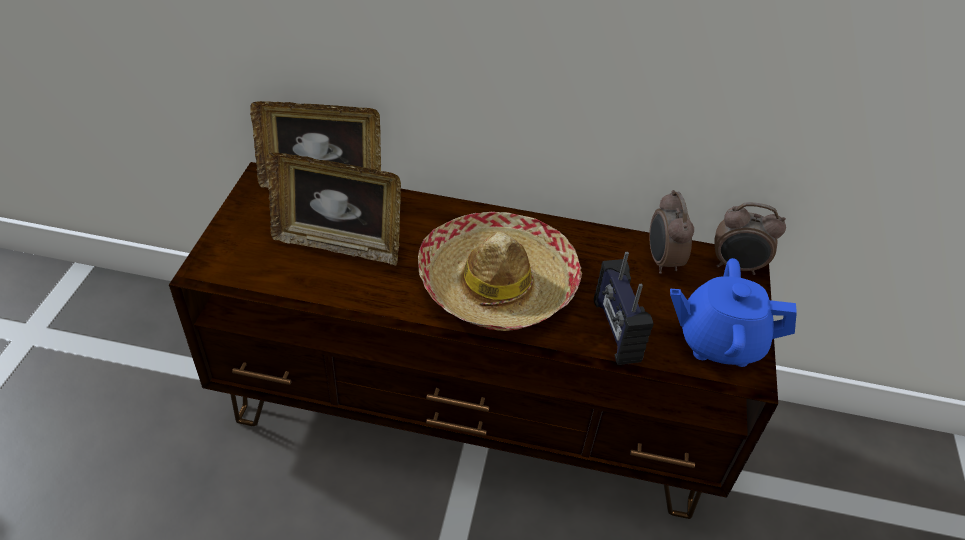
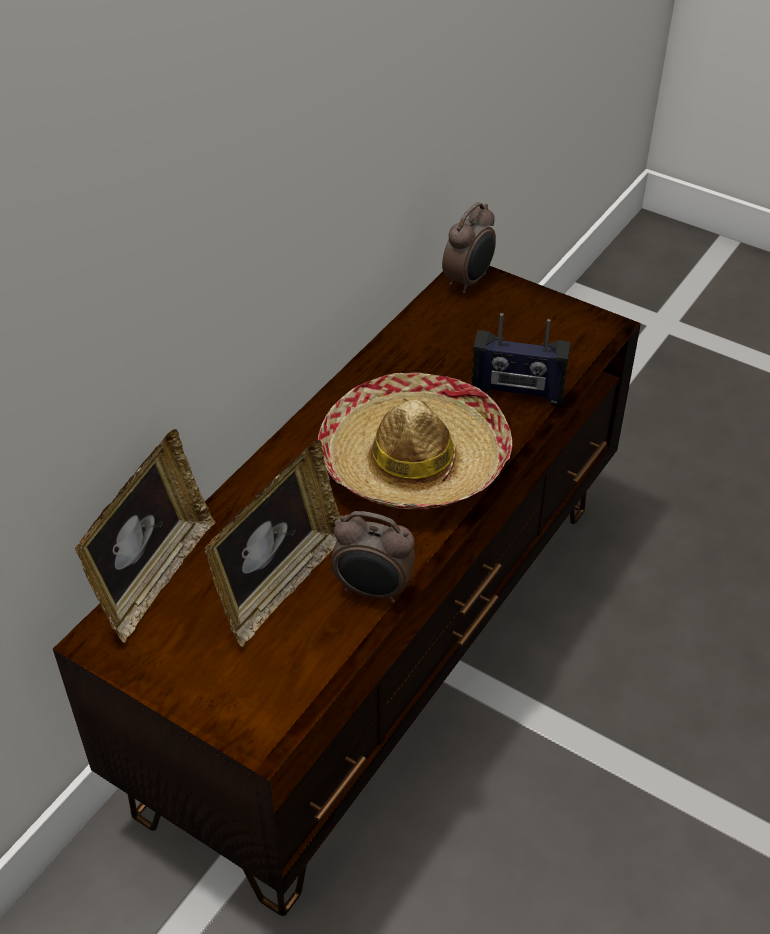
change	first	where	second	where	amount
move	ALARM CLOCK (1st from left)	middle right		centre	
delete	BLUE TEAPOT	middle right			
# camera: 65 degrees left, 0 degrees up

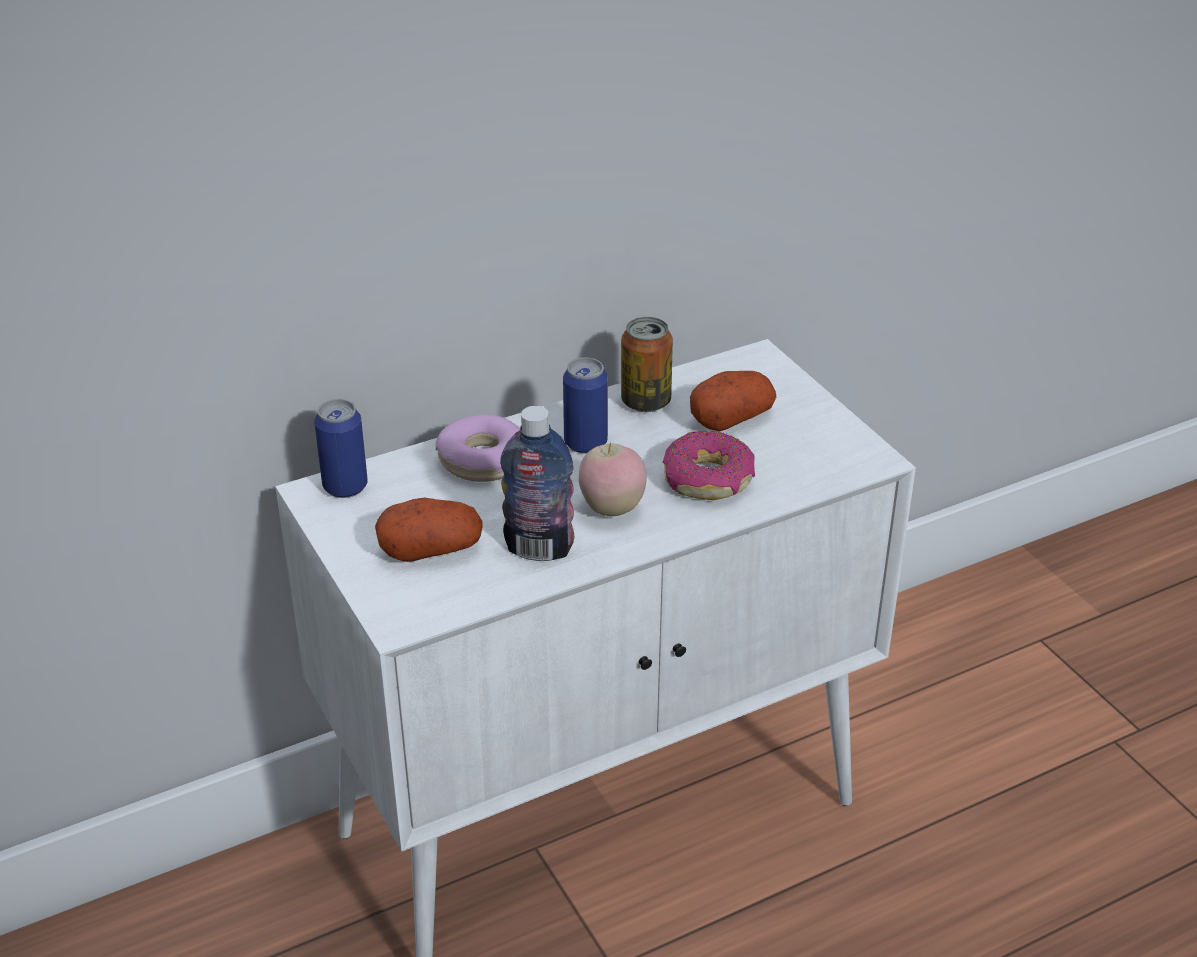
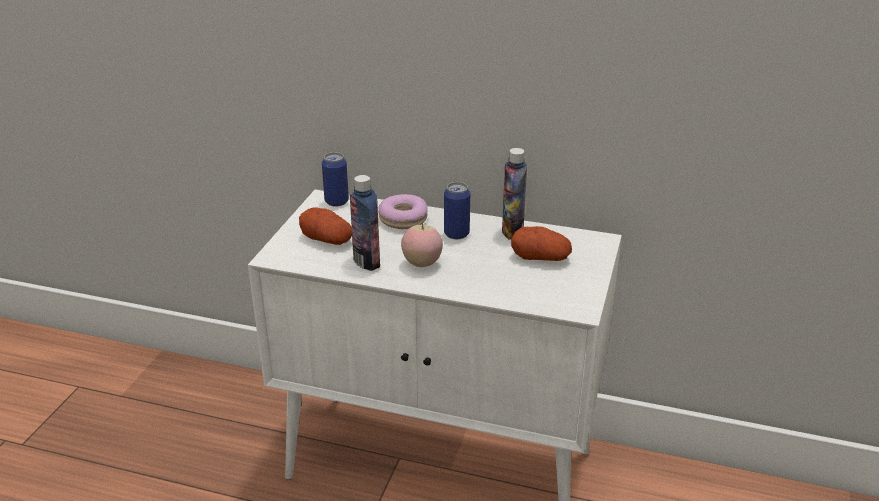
change	first	where	second	where	amount
replace	CAN (3rd from left)	centre	BOTTLE (2nd from left)	centre	
delete	DONUT (2nd from left)	centre			
# camera: 45 degrees right, 5 degrees down

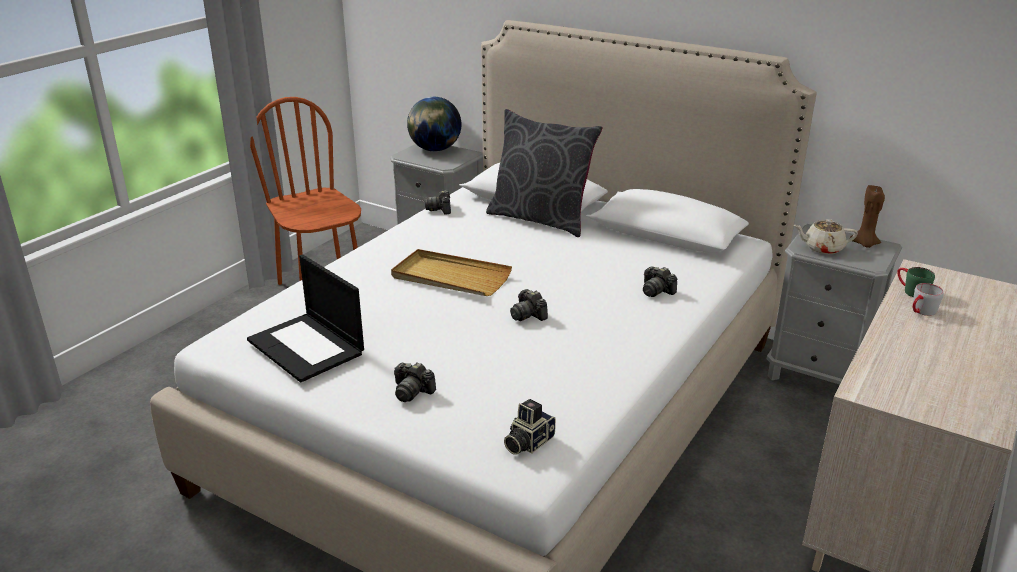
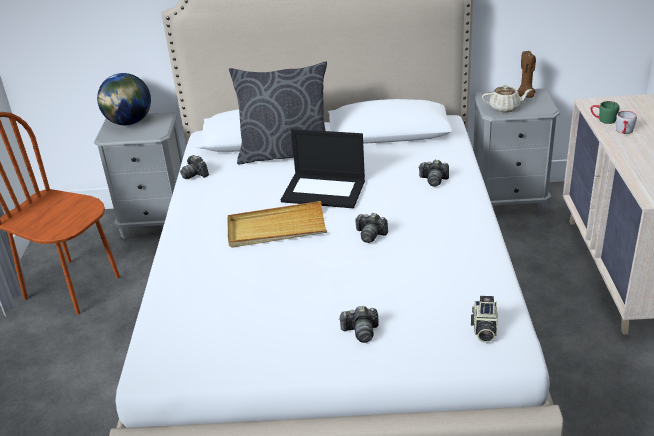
change	first	where	second	where	amount
rotate	BEIGE TEAPOT	middle right		top right	150 degrees counterclockwise
move	LAPTOP	middle left		centre	
# camera: 30 degrees left, 5 degrees up

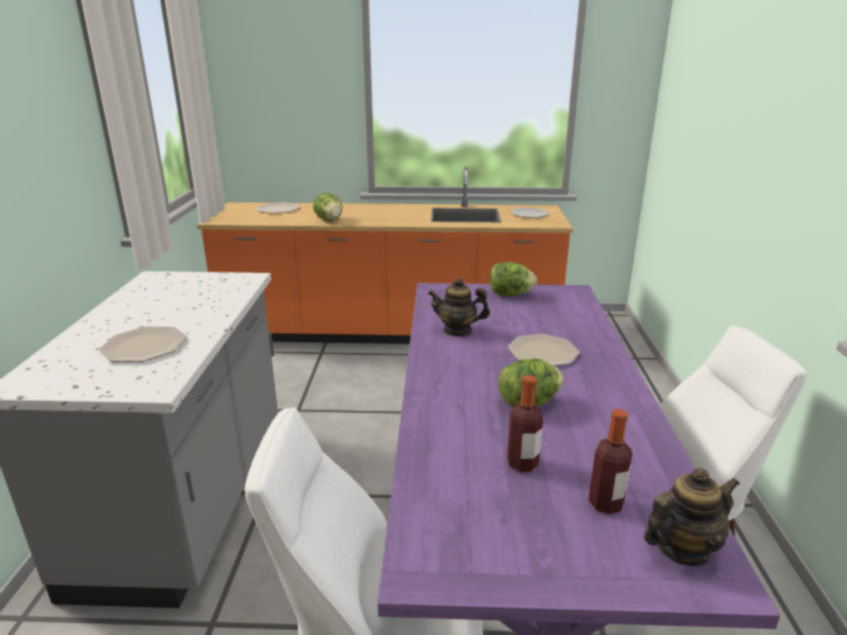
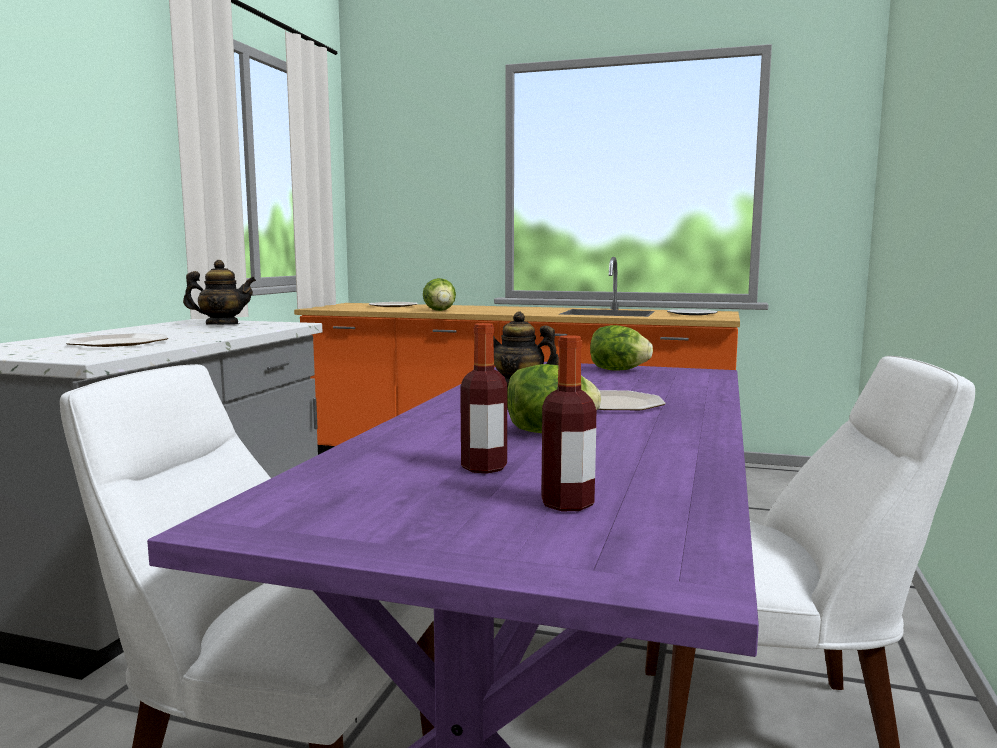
change	first	where	second	where	amount
move	TEAPOT (2nd from left in the first image)	bottom right	TEAPOT (1st from left)	middle left	
# camera: 15 degrees right, 15 degrees down

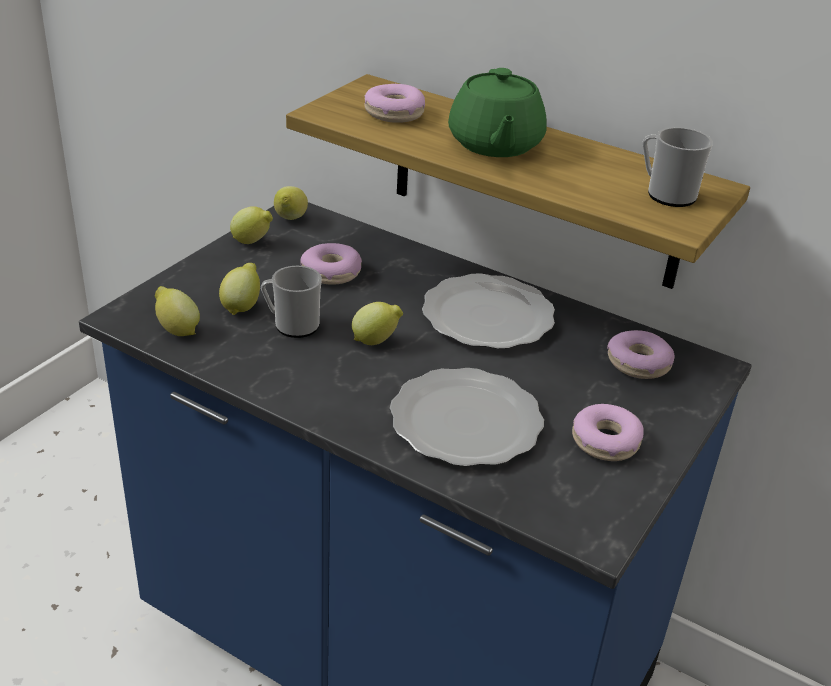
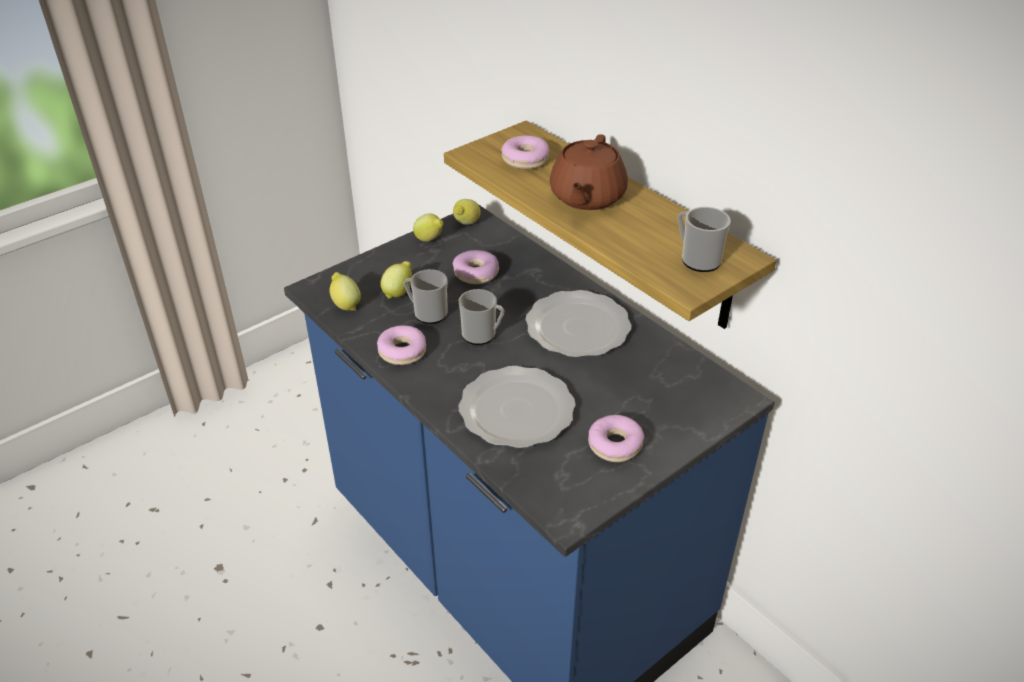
change	first	where	second	where	amount
recolor	GREEN TEAPOT	top centre	BROWN TEAPOT	top centre	
replace	LEMON (5th from left)	centre	MUG (2nd from left)	centre	
move	DONUT (4th from left in the first image)	middle right	DONUT (1st from left)	centre	
# camera: 20 degrees right, 5 degrees up

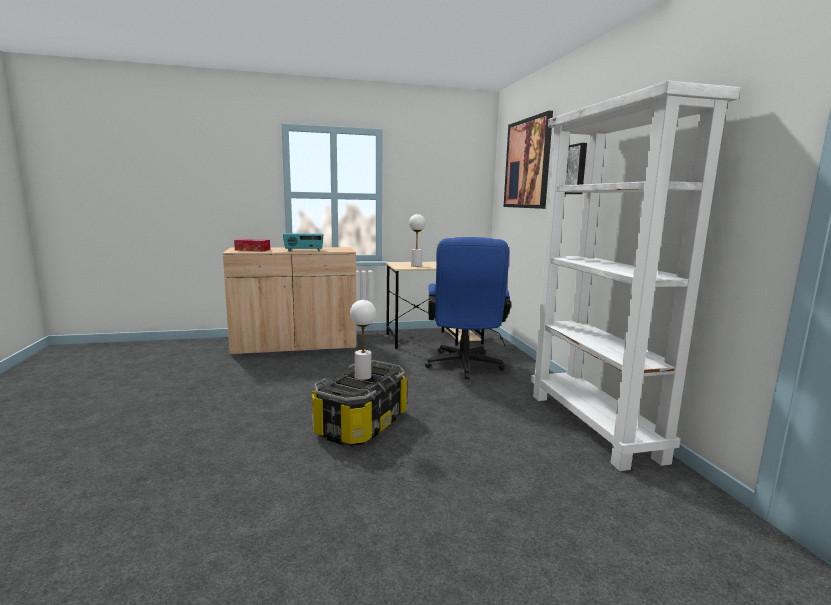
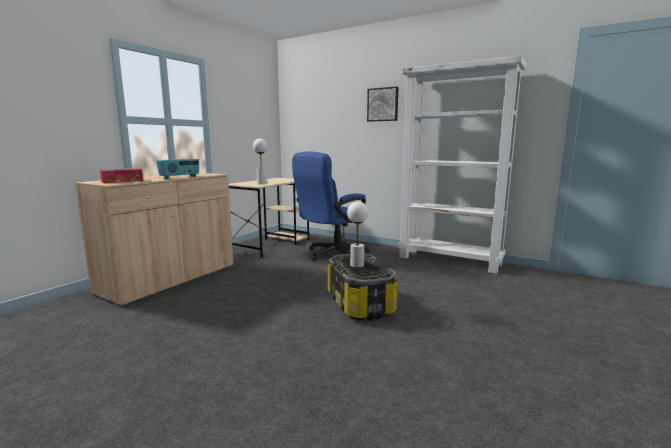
change	first	where	second	where	amount
delete	PICTURE (1st from left)	top centre			
rotate	BLUE OFFICE CHAIR	centre		centre	90 degrees clockwise
# camera: 45 degrees left, 0 degrees up

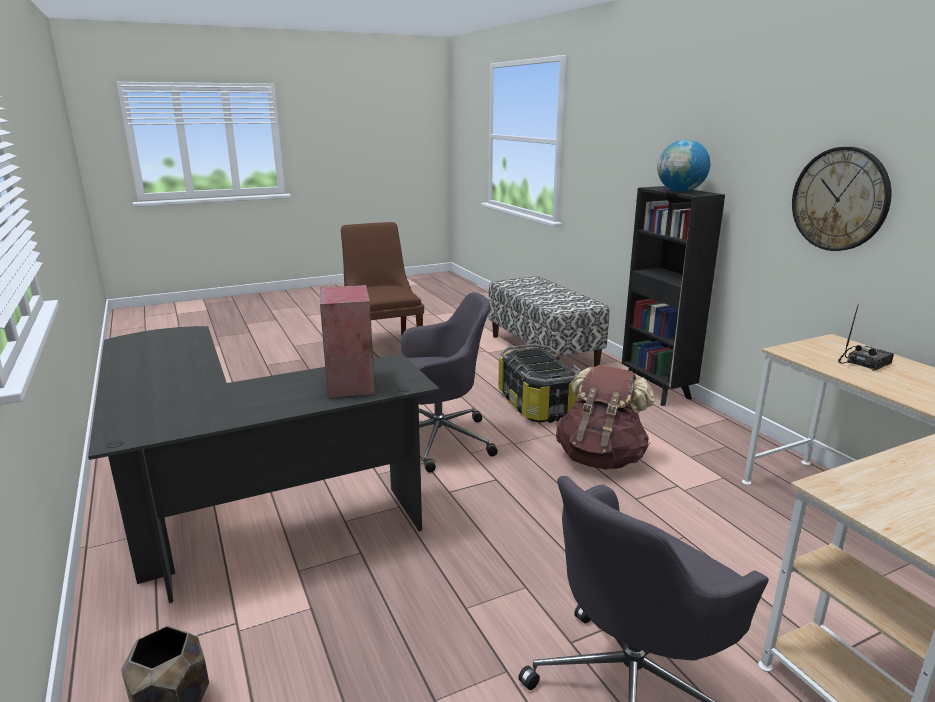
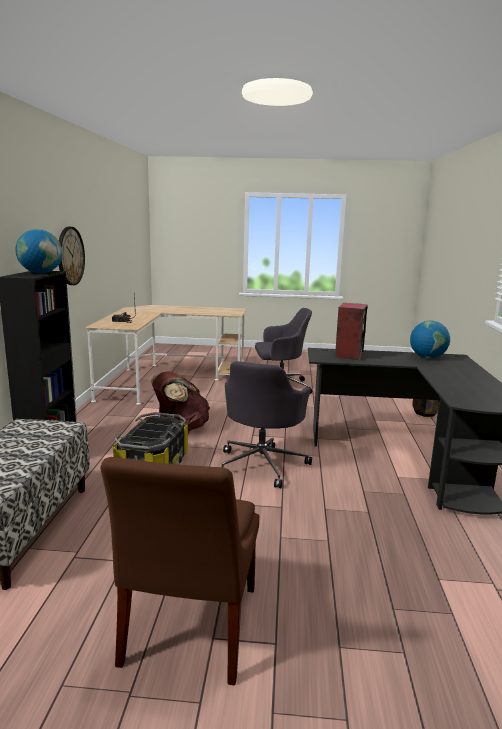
change	first	where	second	where	amount
rotate	GREY OFFICE CHAIR (1st from left)	centre		centre	90 degrees counterclockwise
insert			GLOBE (2nd from left)	middle right	
# camera: 150 degrees left, 5 degrees down

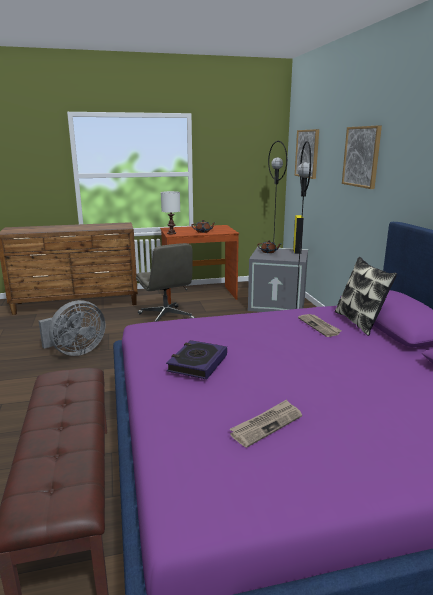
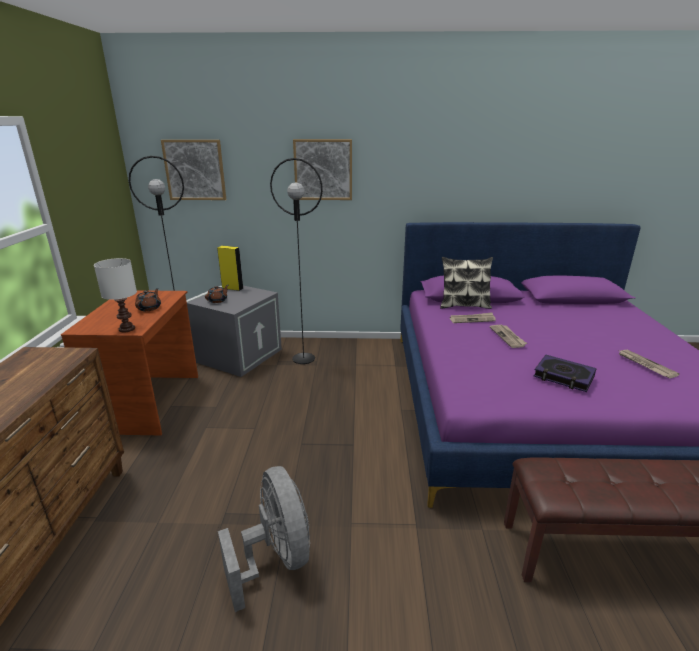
change	first	where	second	where	amount
delete	GREY OFFICE CHAIR	centre			
insert			NEWSPAPER (2nd from left)	middle right	
# camera: 75 degrees left, 5 degrees up

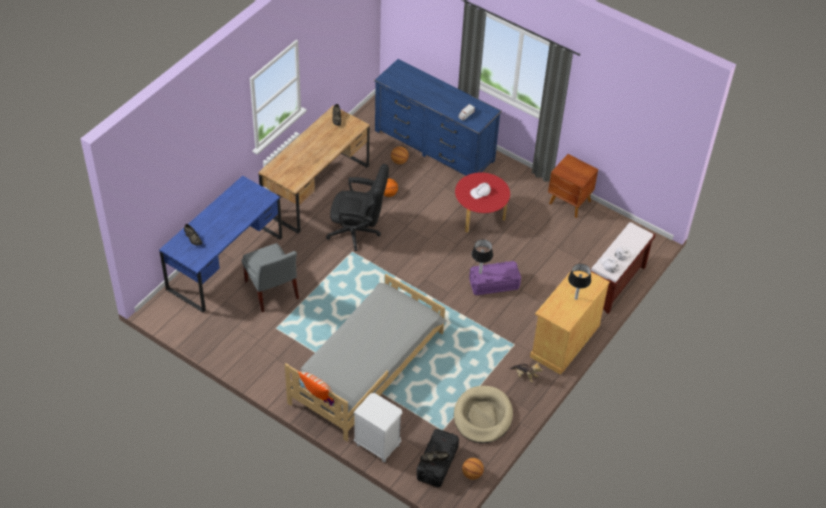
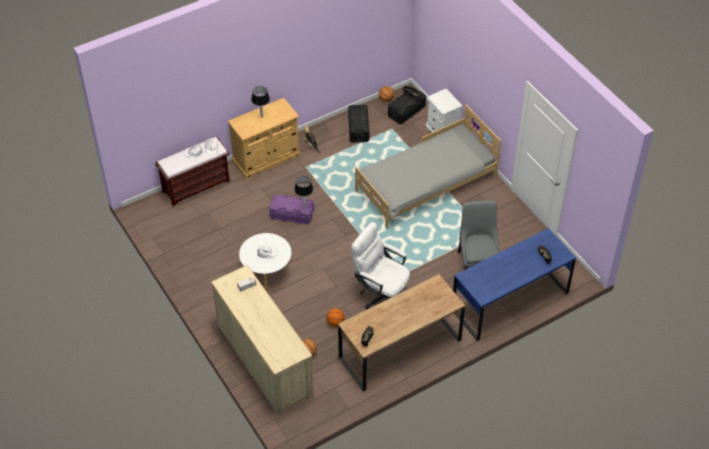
change	first	where	second	where	amount
recolor	BLUE DRESSER	top centre	BEIGE DRESSER	bottom centre	
delete	BROWN NIGHTSTAND	middle right			
recolor	BLACK OFFICE CHAIR	centre	WHITE OFFICE CHAIR	centre	
recolor	RED COFFEE TABLE	centre	WHITE COFFEE TABLE	centre	
delete	PILLOW	bottom centre			
replace	BEIGE DOG BED	bottom centre	BLACK STORAGE BOX (1st from left)	top centre	
# camera: 155 degrees left, 0 degrees up

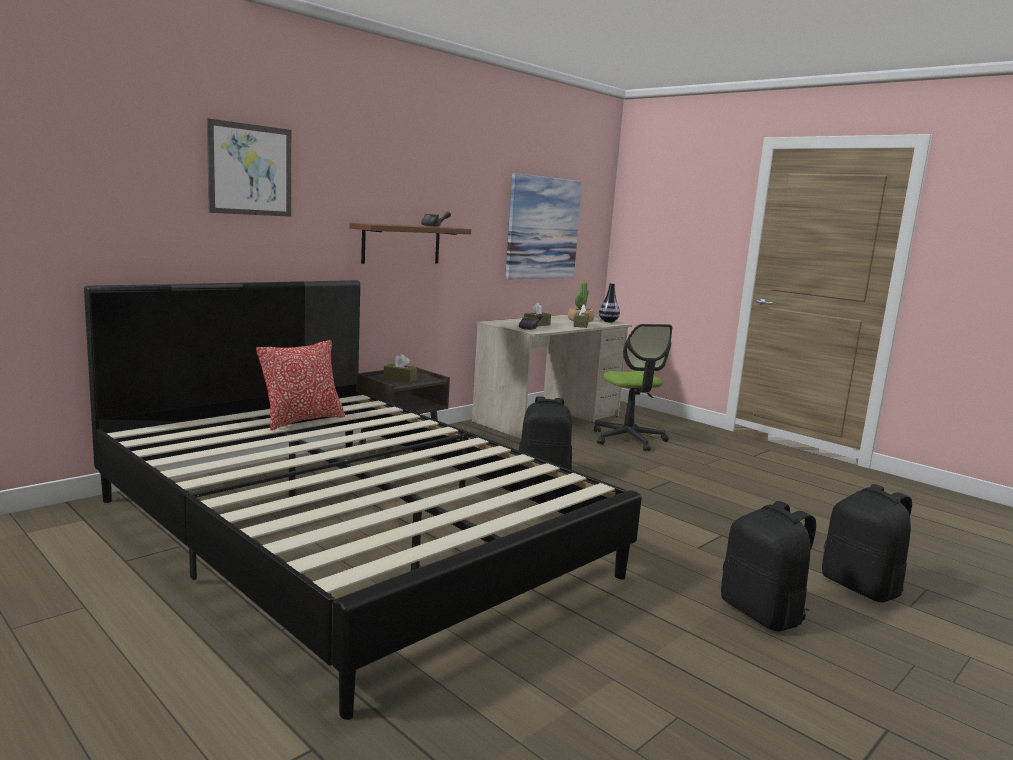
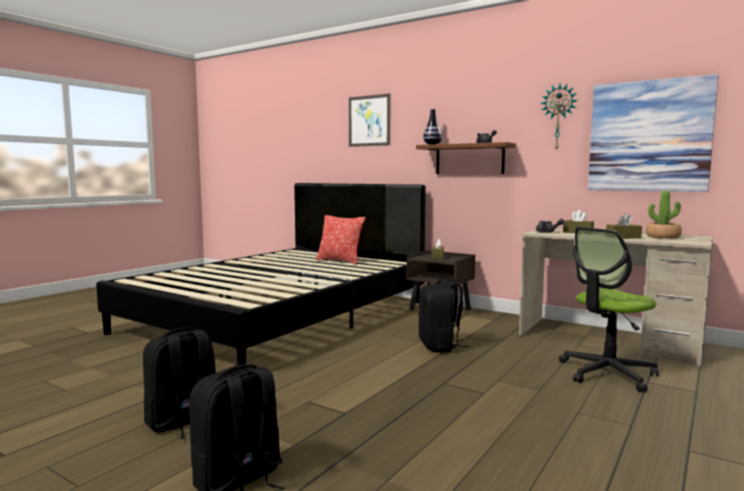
change	first	where	second	where	amount
move	VASE	centre		top centre	
insert			WALL CLOCK	top right	
# camera: 80 degrees right, 5 degrees down

